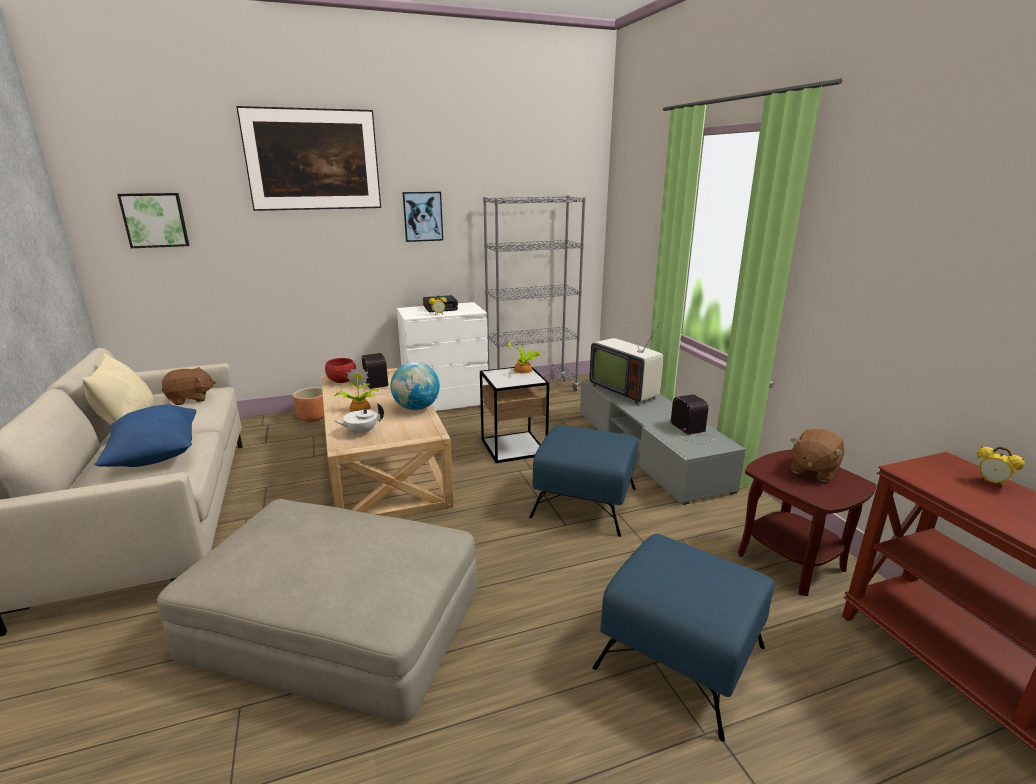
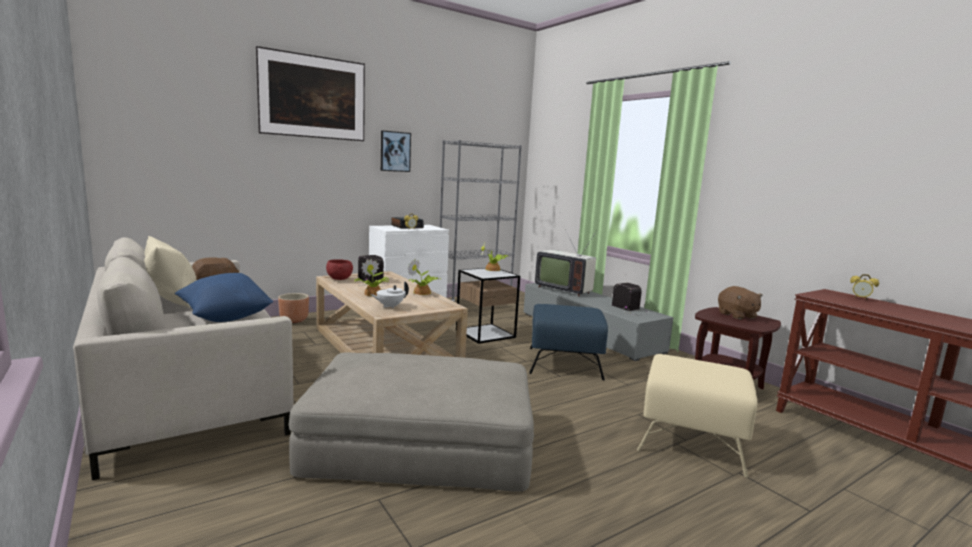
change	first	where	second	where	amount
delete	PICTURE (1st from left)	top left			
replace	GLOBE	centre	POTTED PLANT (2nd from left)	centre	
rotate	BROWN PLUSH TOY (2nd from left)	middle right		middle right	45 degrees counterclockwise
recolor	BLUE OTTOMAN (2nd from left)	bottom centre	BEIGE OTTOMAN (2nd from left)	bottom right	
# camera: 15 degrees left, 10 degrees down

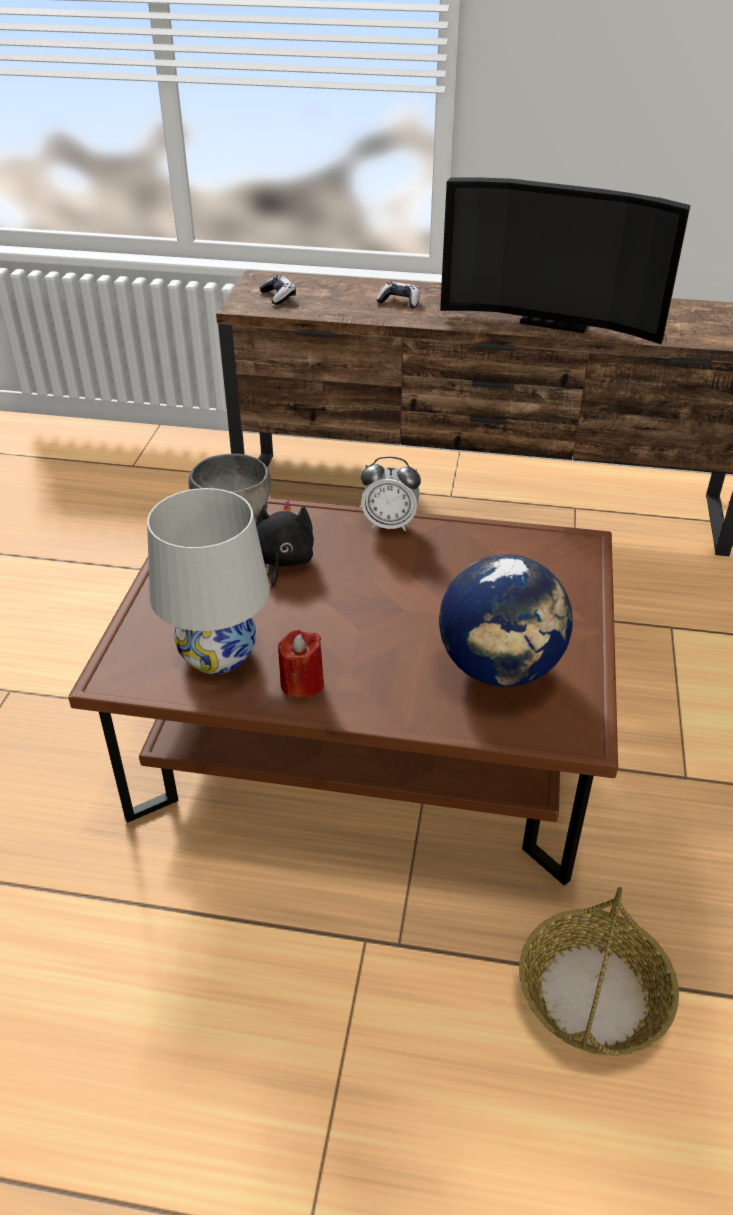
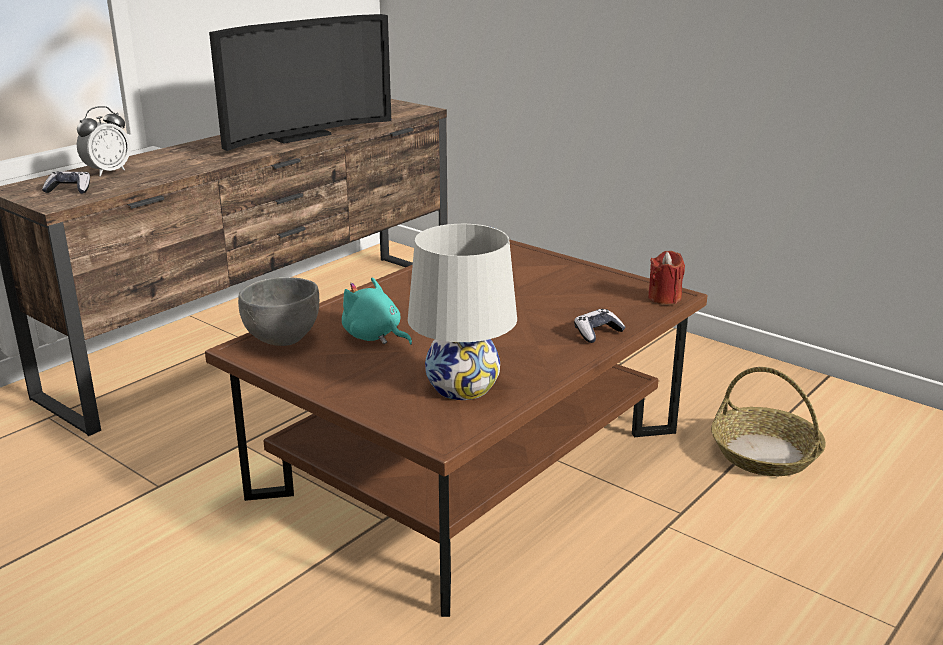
change	first	where	second	where	amount
move	GAME CONTROLLER (2nd from left)	top centre		centre	
move	ALARM CLOCK	centre		top left	
recolor	BLACK PLUSH TOY	centre	TURQUOISE PLUSH TOY	centre	
delete	GLOBE	middle right			
move	RED CANDLE	centre		middle right	
# camera: 60 degrees left, 15 degrees down

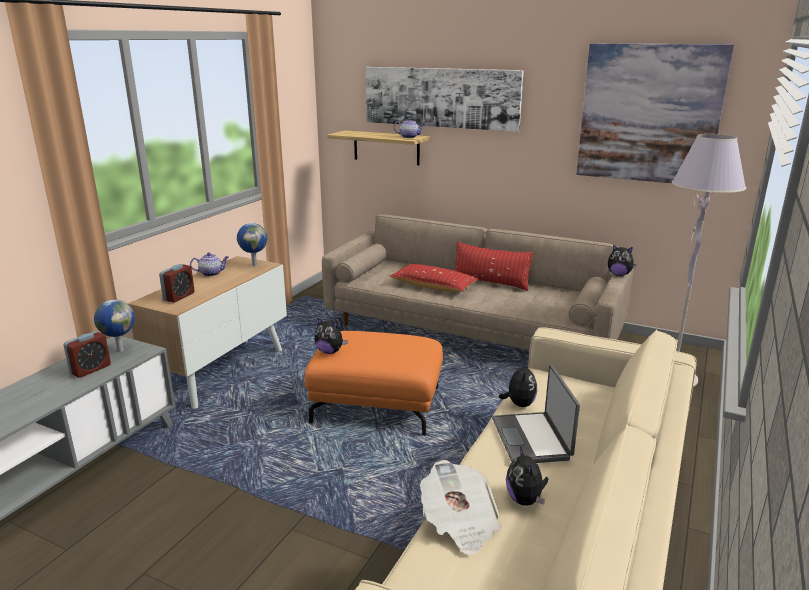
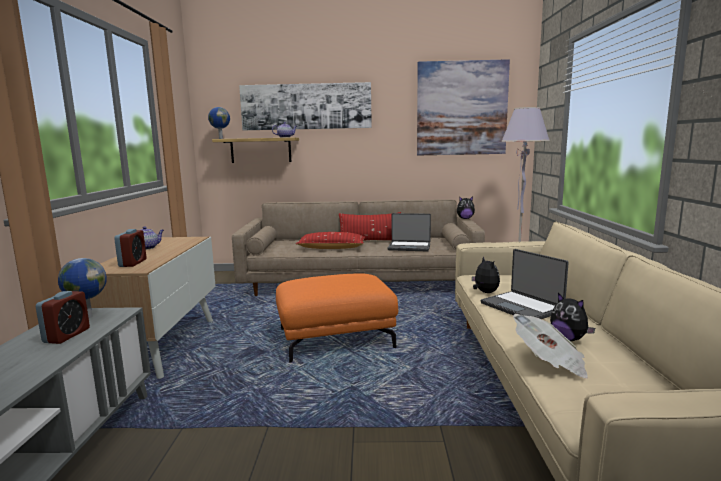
change	first	where	second	where	amount
move	GLOBE (2nd from left)	middle left		top left	
delete	PLUSH TOY (1st from left)	centre			
insert			LAPTOP (1st from left)	centre	
# camera: 25 degrees left, 10 degrees down

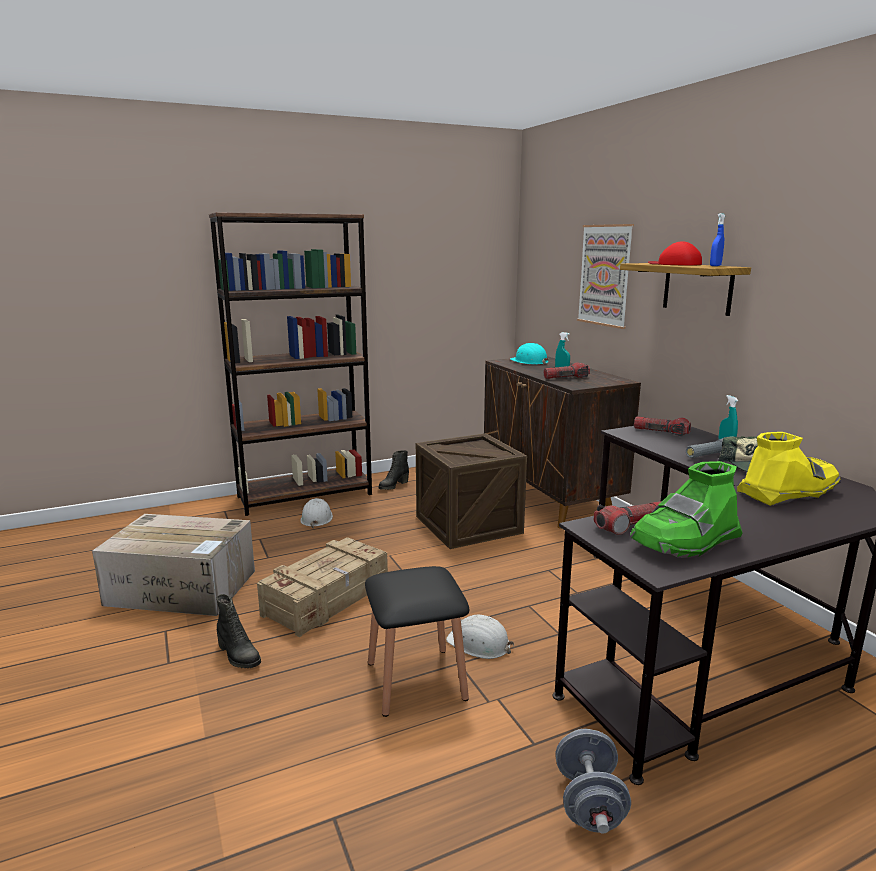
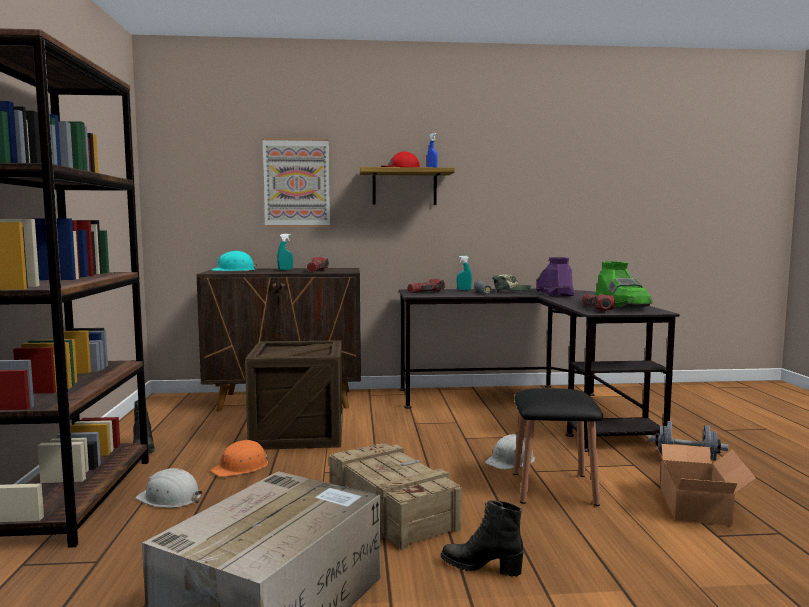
change	first	where	second	where	amount
recolor	YELLOW BOOT	middle right	PURPLE BOOT	middle right	
rotate	BLACK BOOT (1st from left in the first image)	bottom left	BLACK BOOT (2nd from left)	bottom centre	135 degrees counterclockwise
insert			ORANGE HARD HAT	bottom left	
insert			CARDBOARD BOX (2nd from left)	bottom right	
# camera: 70 degrees left, 10 degrees down

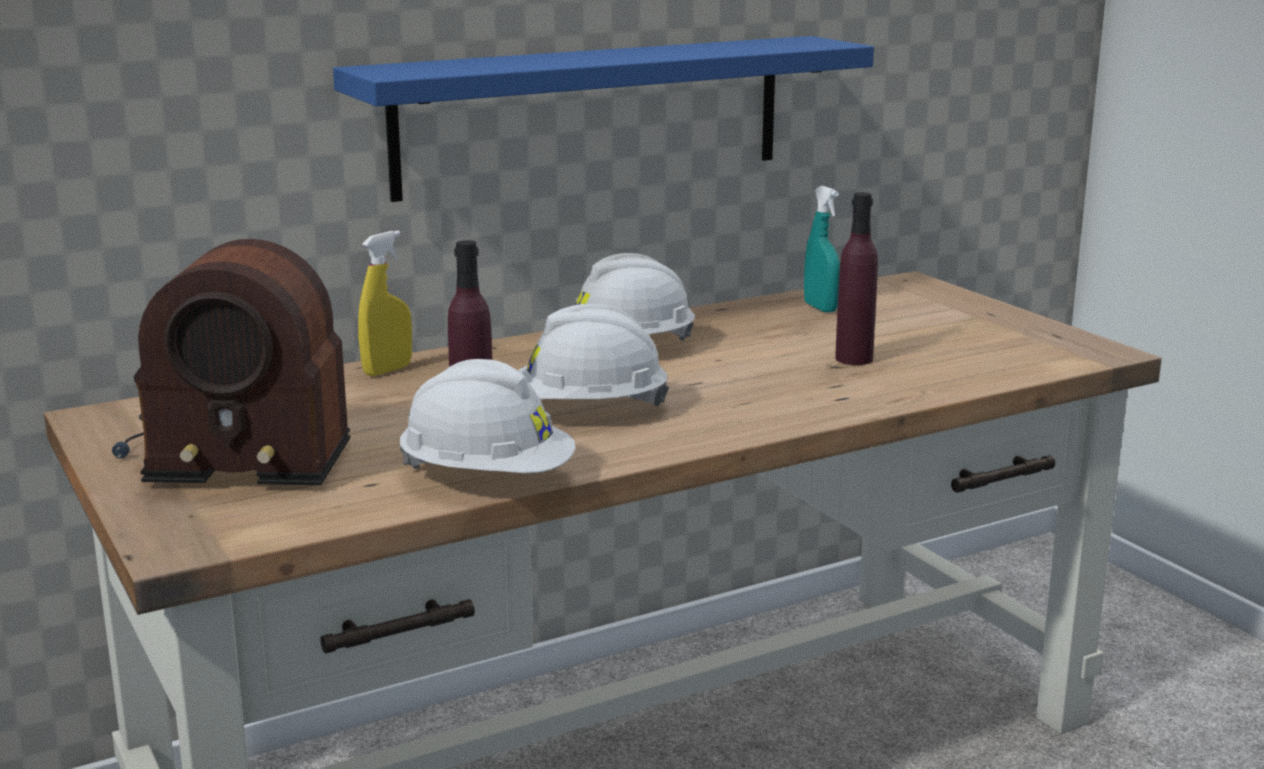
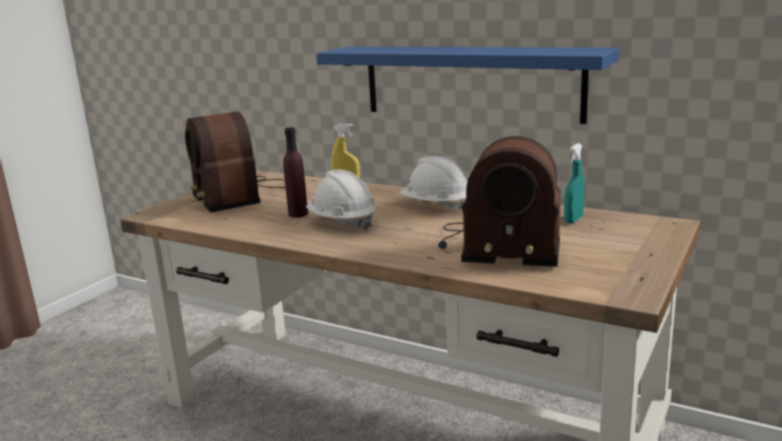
change	first	where	second	where	amount
replace	PURPLE BOTTLE (2nd from left)	middle right	RADIO (2nd from left)	centre	
delete	WHITE HARD HAT (1st from left)	centre			
# camera: 60 degrees right, 0 degrees up

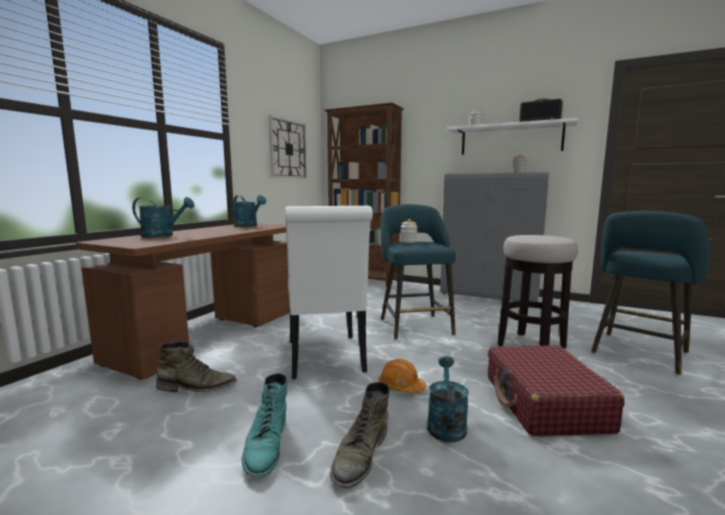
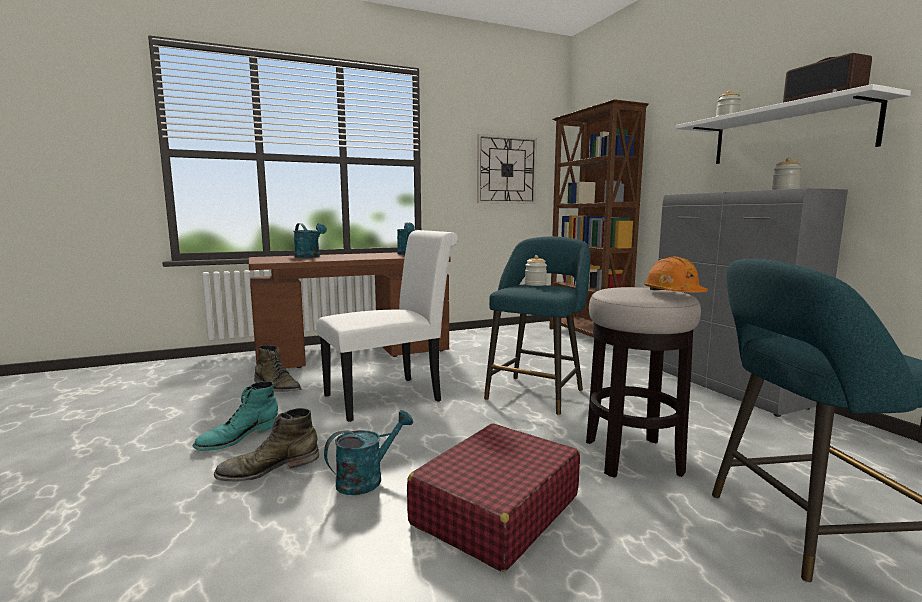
change	first	where	second	where	amount
rotate	WHITE CHAIR	centre		centre	150 degrees counterclockwise
move	ORANGE HARD HAT	bottom centre		middle right	
# camera: 40 degrees right, 0 degrees up

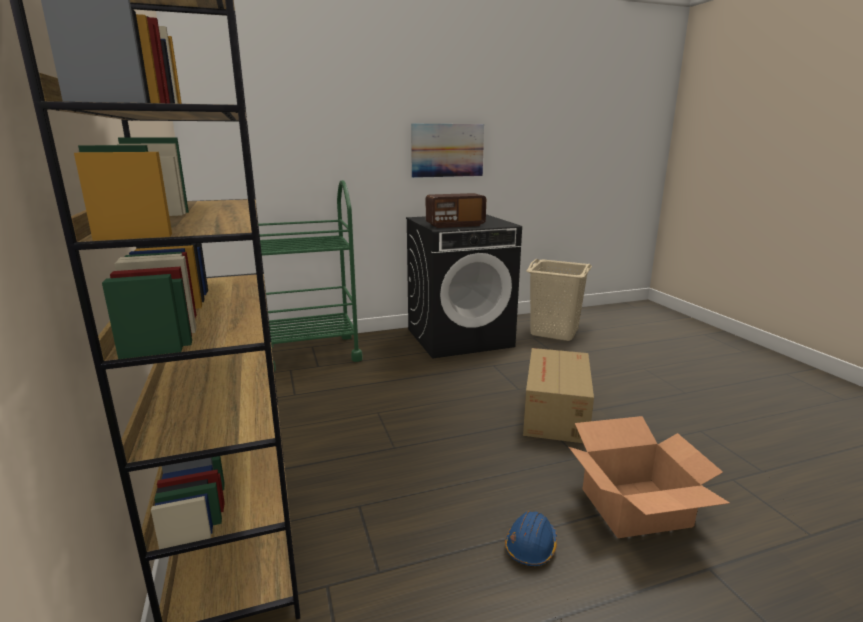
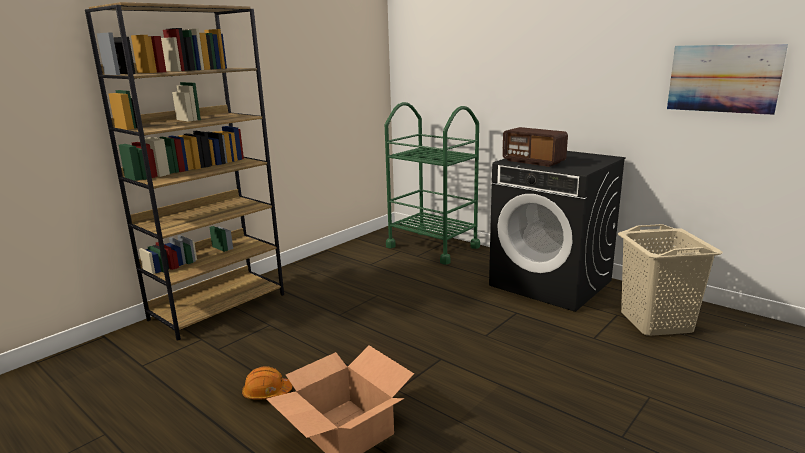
change	first	where	second	where	amount
move	PICTURE	top centre		top right	
delete	CARDBOARD BOX (1st from left)	centre			
recolor	BLUE HARD HAT	bottom centre	ORANGE HARD HAT	bottom left	
# camera: 60 degrees right, 0 degrees up

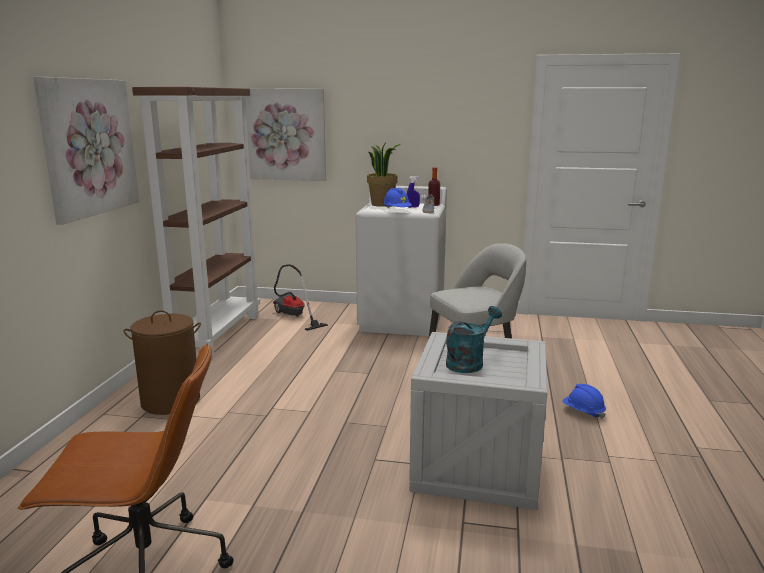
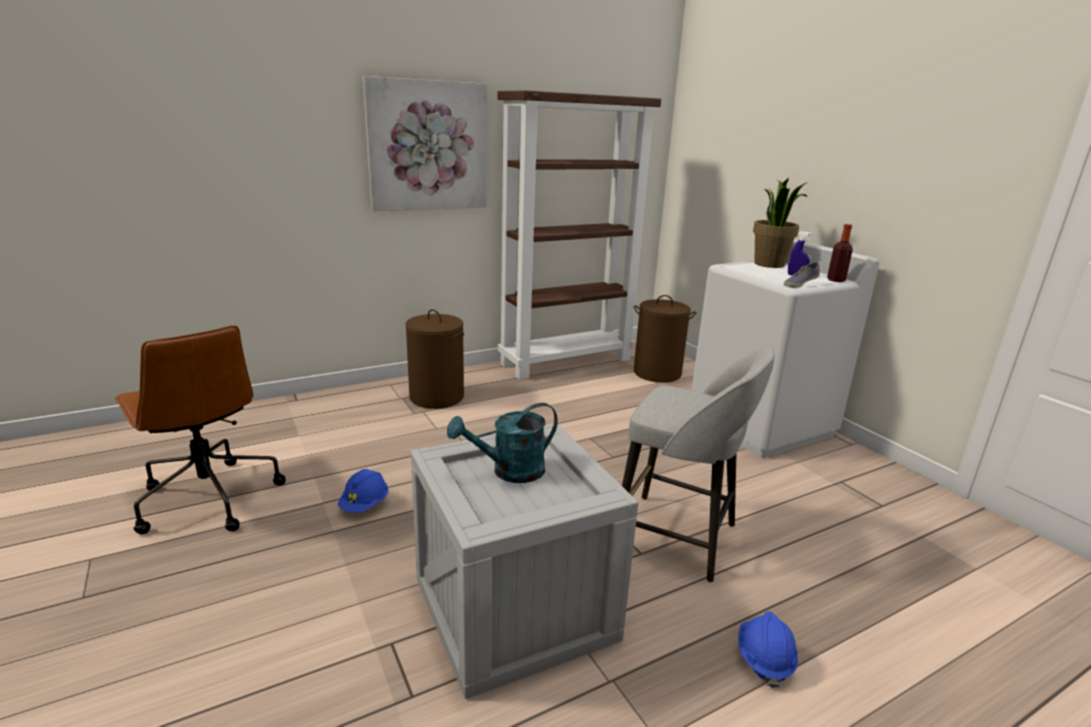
change	first	where	second	where	amount
delete	PICTURE (2nd from left)	top centre			
move	BLUE HARD HAT (1st from left)	centre		bottom left	
replace	VACUUM CLEANER	centre	BROWN LAUNDRY BASKET (2nd from left)	centre	
rotate	TURQUOISE WATERING CAN	centre		centre	150 degrees clockwise
# camera: 50 degrees right, 5 degrees up

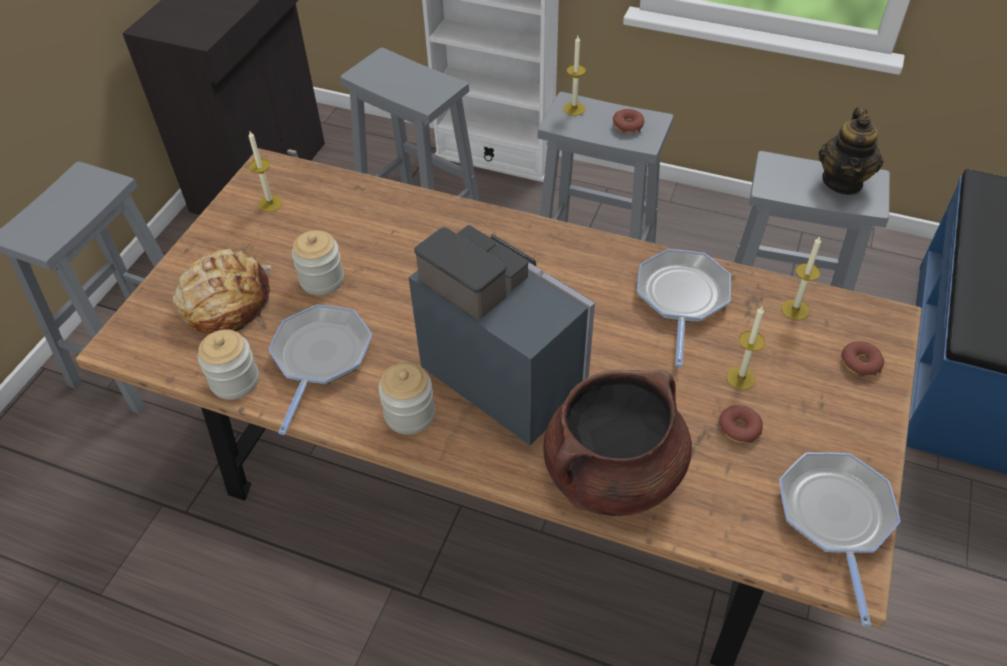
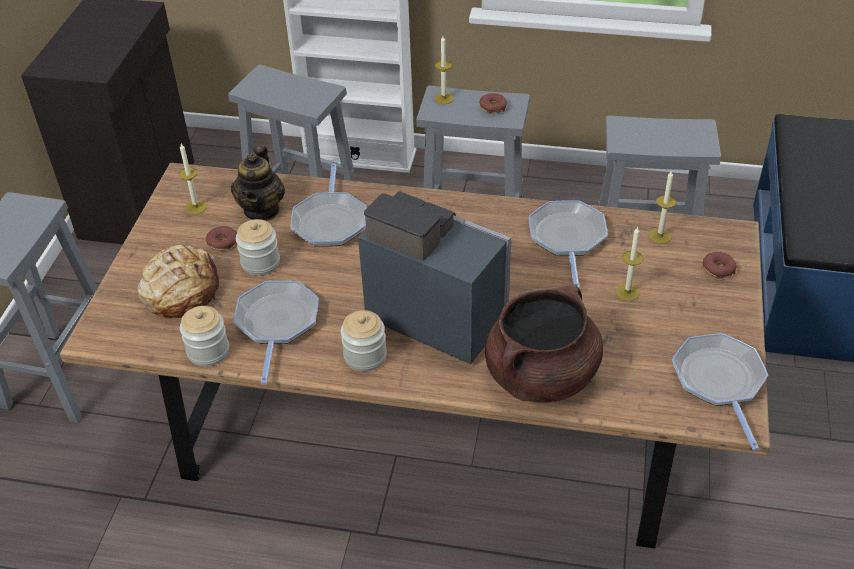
change	first	where	second	where	amount
move	TEAPOT	top right		top left	
move	DONUT (2nd from left in the first image)	middle right	DONUT (1st from left)	middle left	
insert			FRYING PAN (2nd from left)	centre	
# camera: 10 degrees left, 5 degrees down

